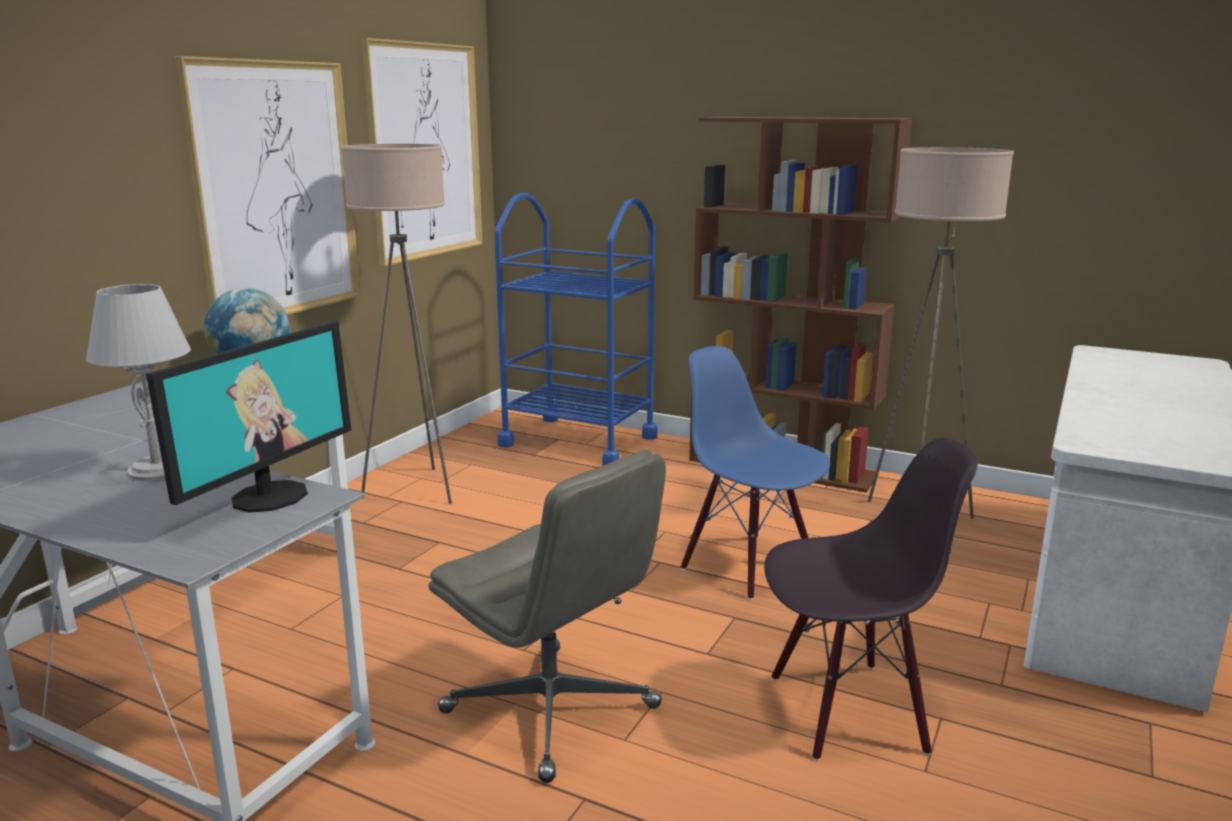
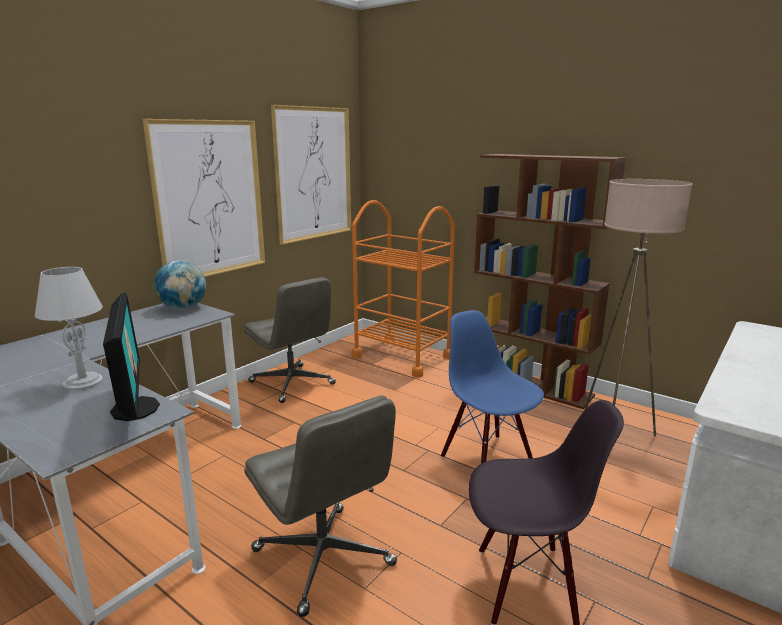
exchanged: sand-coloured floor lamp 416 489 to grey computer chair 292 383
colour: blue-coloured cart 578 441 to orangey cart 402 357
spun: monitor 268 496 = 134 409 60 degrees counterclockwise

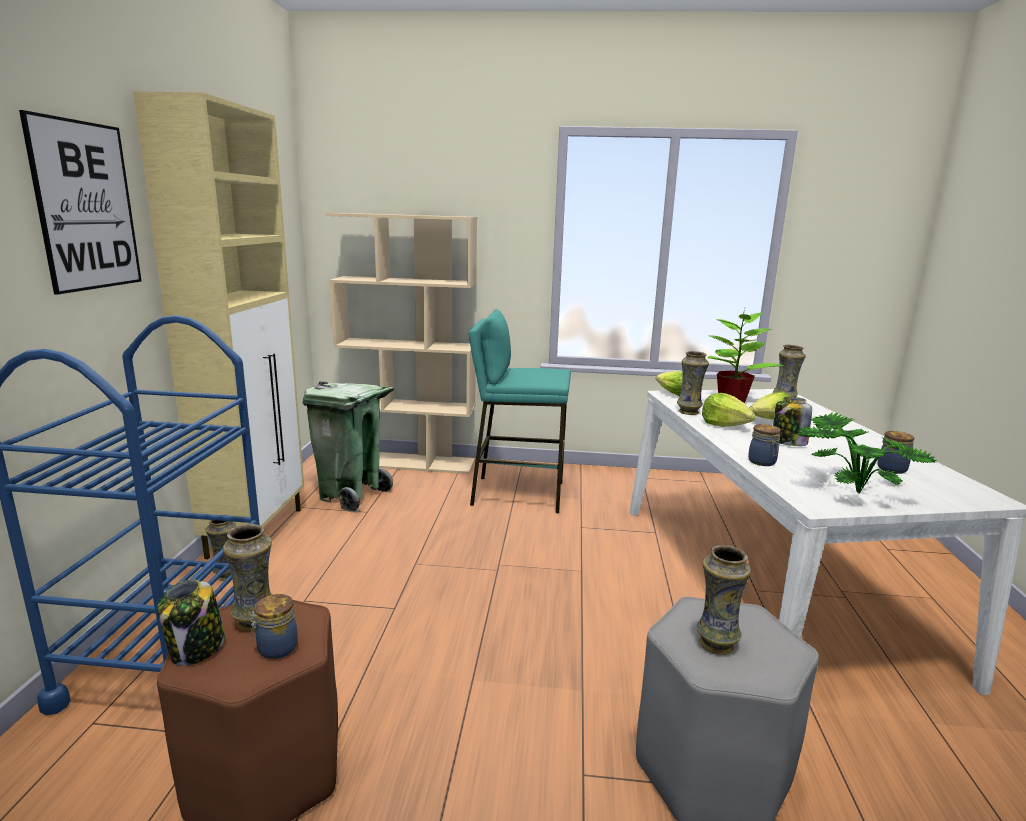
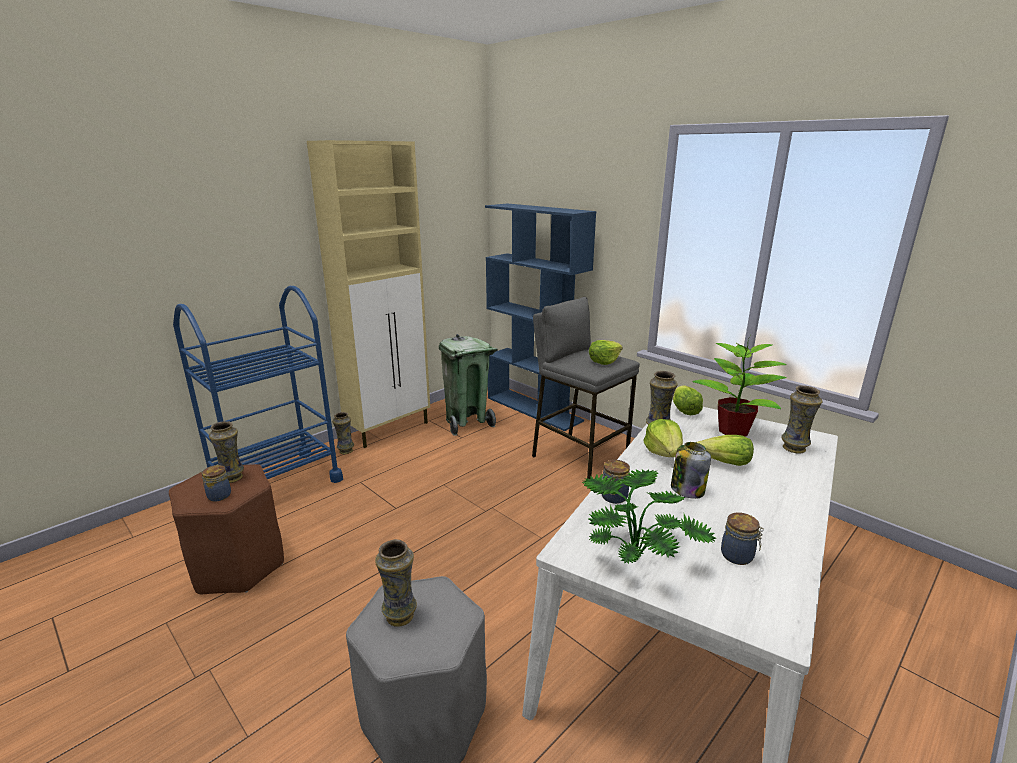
missing: wall picture 86 206; jar 197 649
appeared: lettuce head 604 361
colour: sand-coloured bookshelf 409 462 to blue-coloured bookshelf 534 409; blue-green sitting stool 517 493 to grey sitting stool 579 459

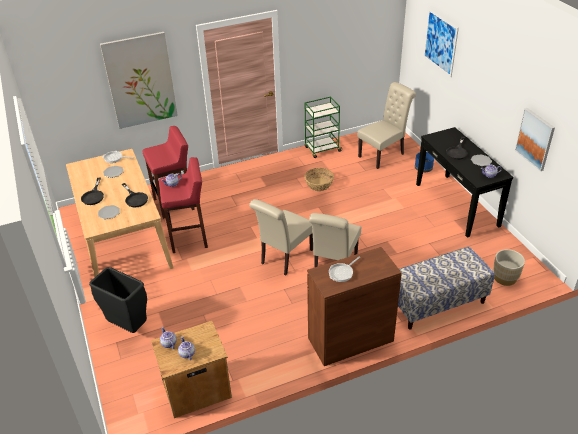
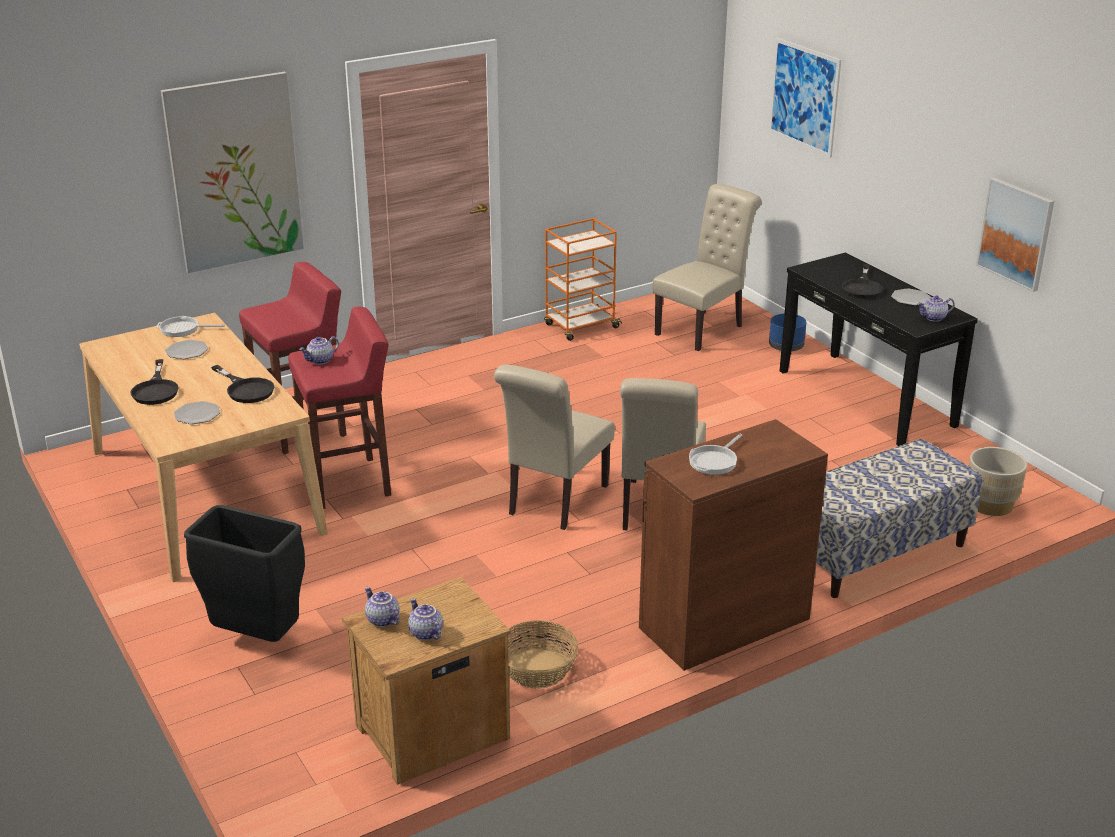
relocated: basket 318 184 to 536 669
colour: green cart 322 149 to orangey cart 580 327

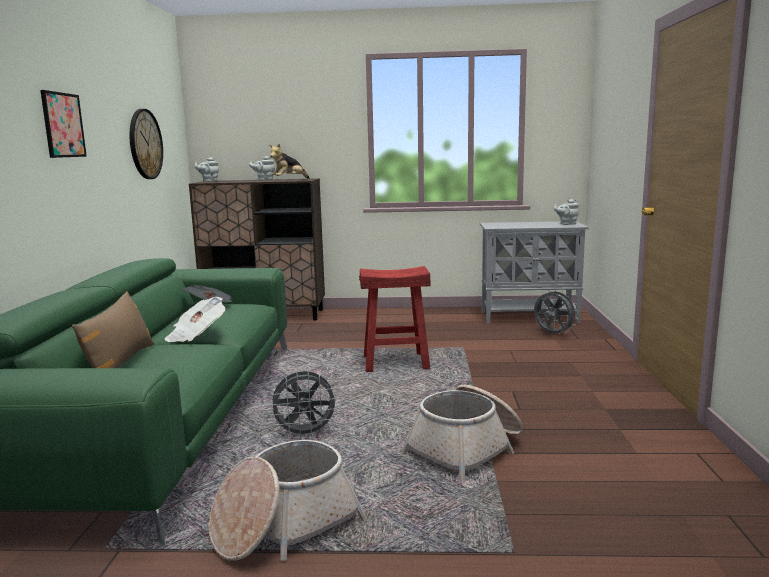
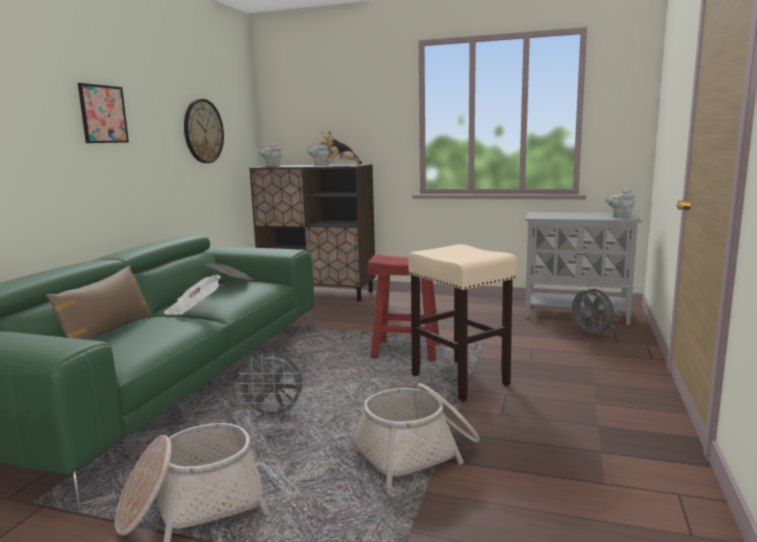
appeared: sand-coloured sitting stool 461 380

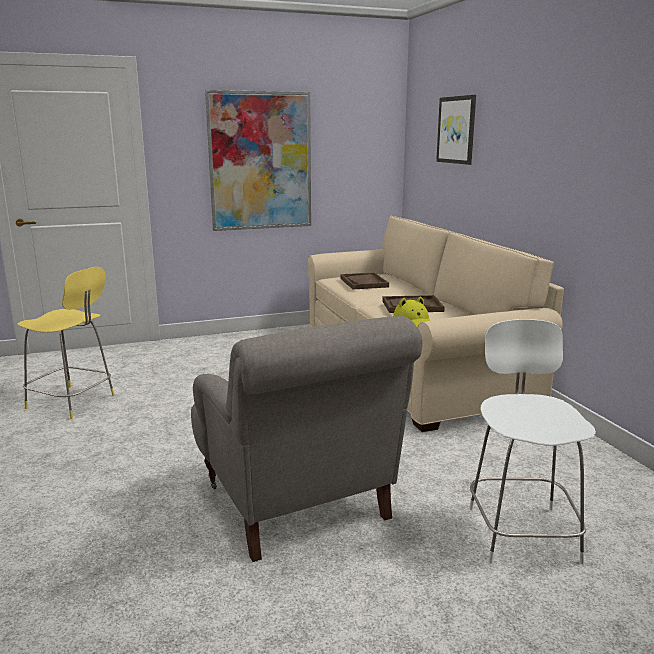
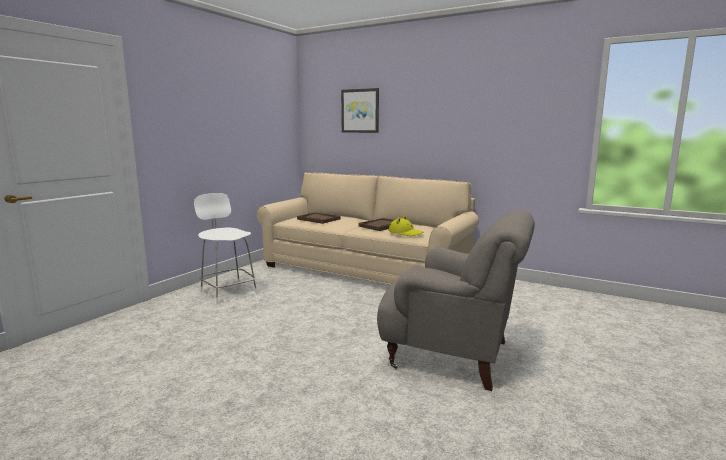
missing: yellow sitting stool 73 402; wall picture 260 161
relocated: white sitting stool 521 531 to 227 292

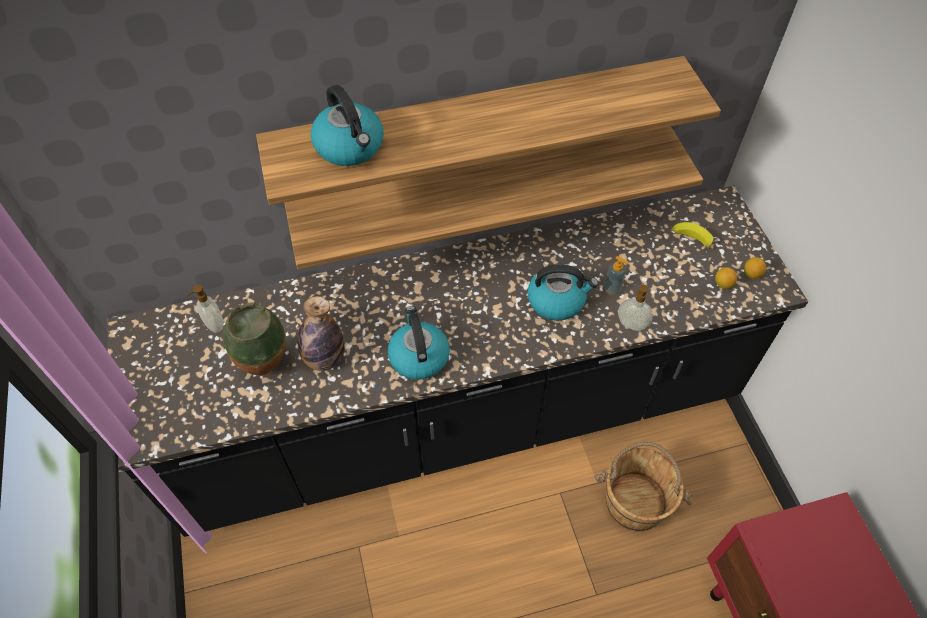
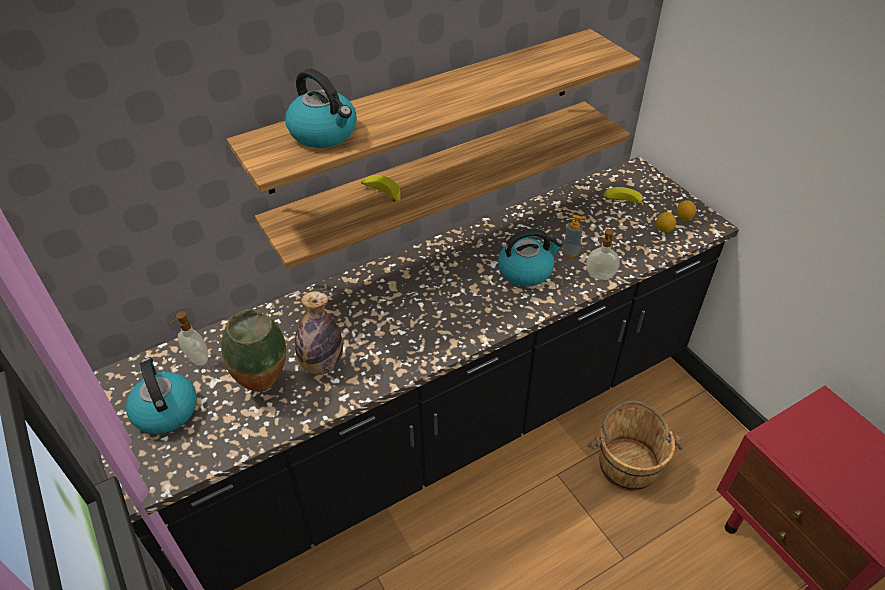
appeared: whole banana 381 193
relocated: water kettle 418 356 to 165 410

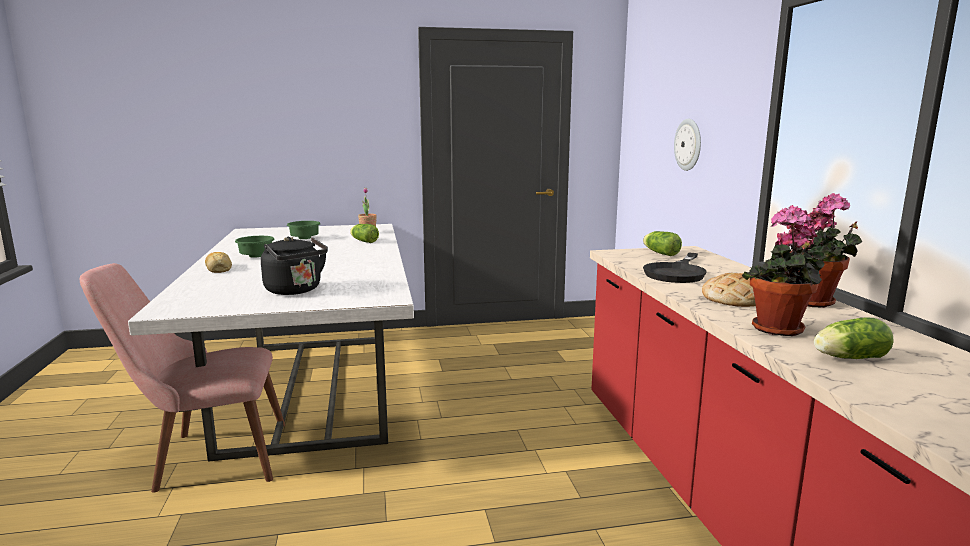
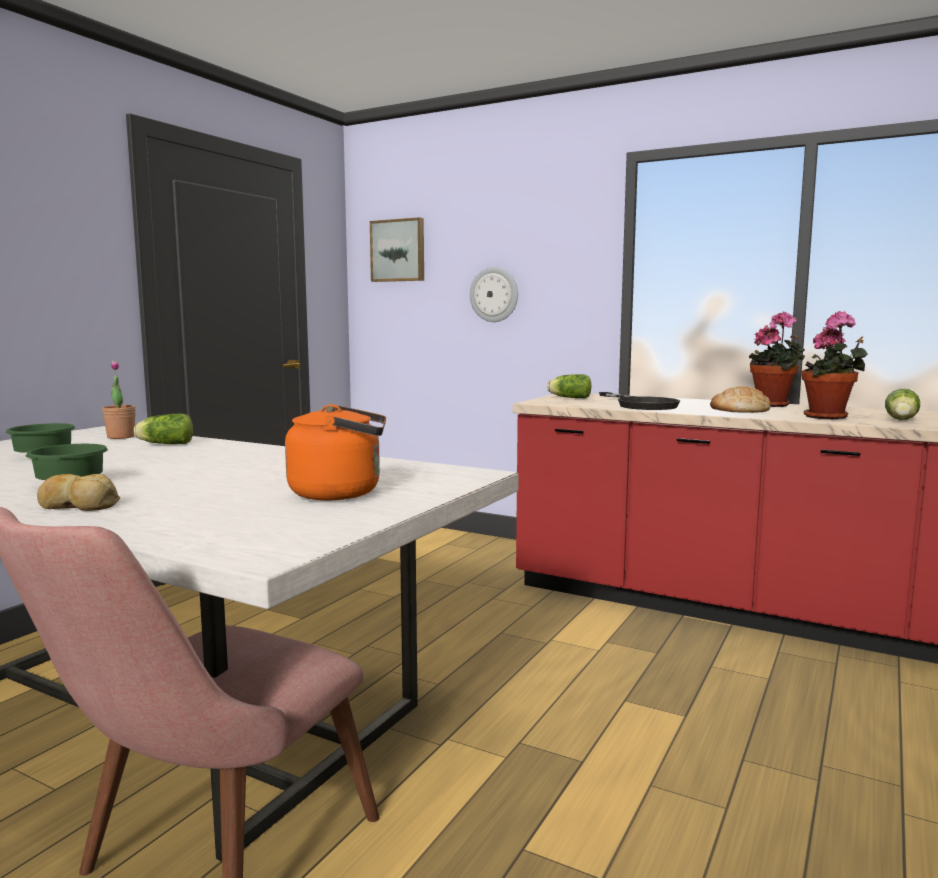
appeared: wall picture 398 250
colour: black-coloured water kettle 295 290 to orangey water kettle 341 493

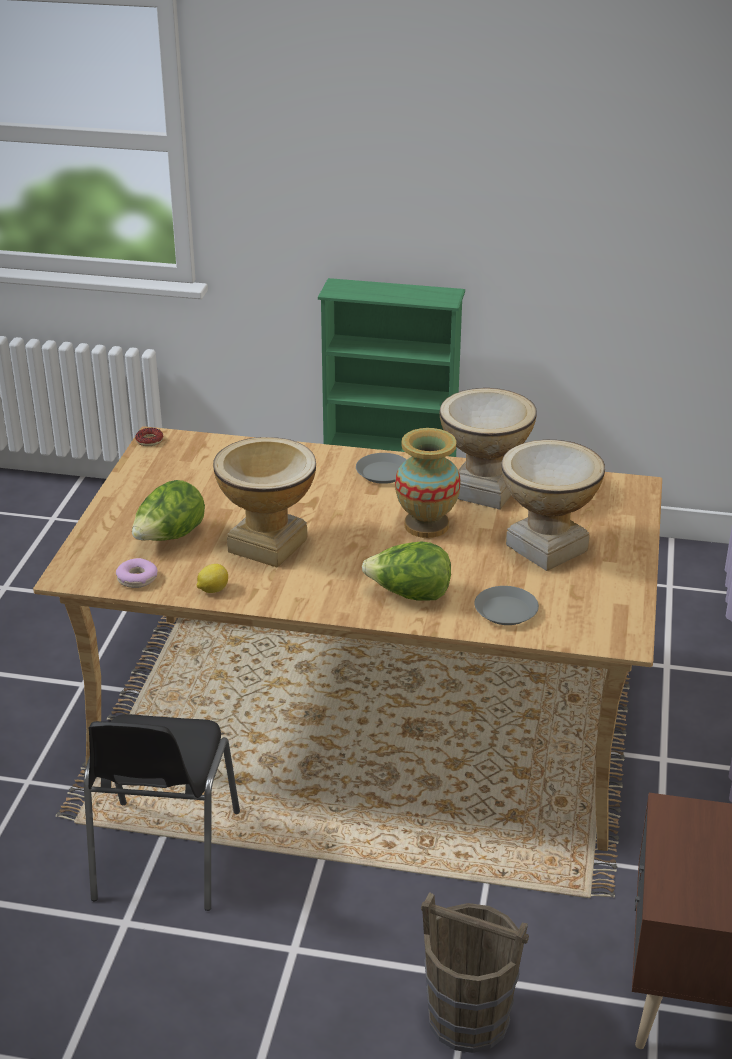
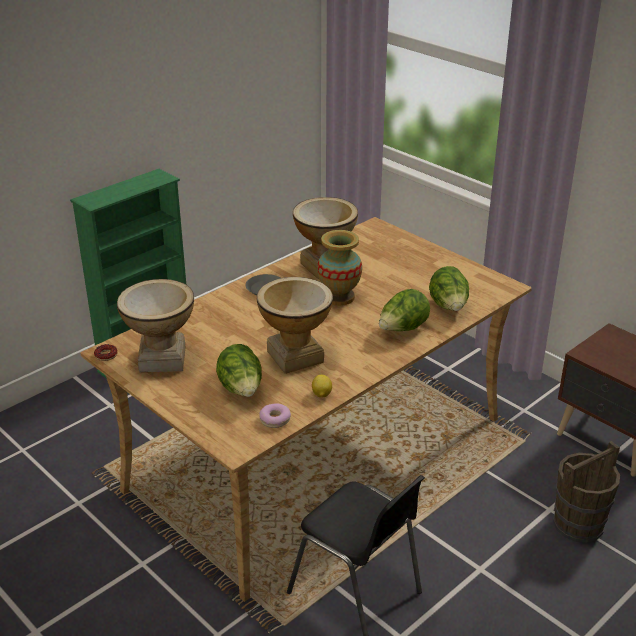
relocated: flower vase 546 547 to 162 359
exchanged: grey plate 506 611 to lettuce head 449 307

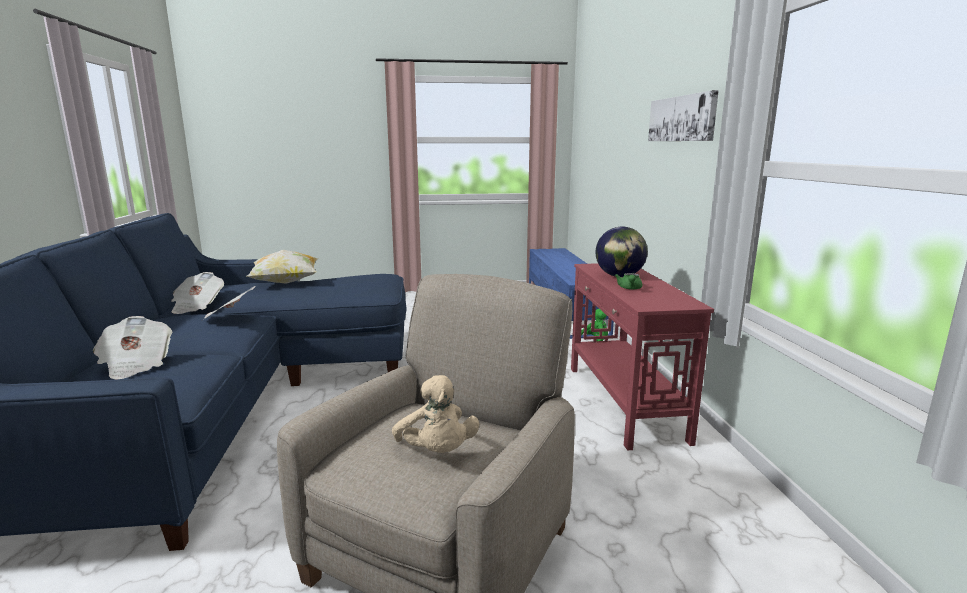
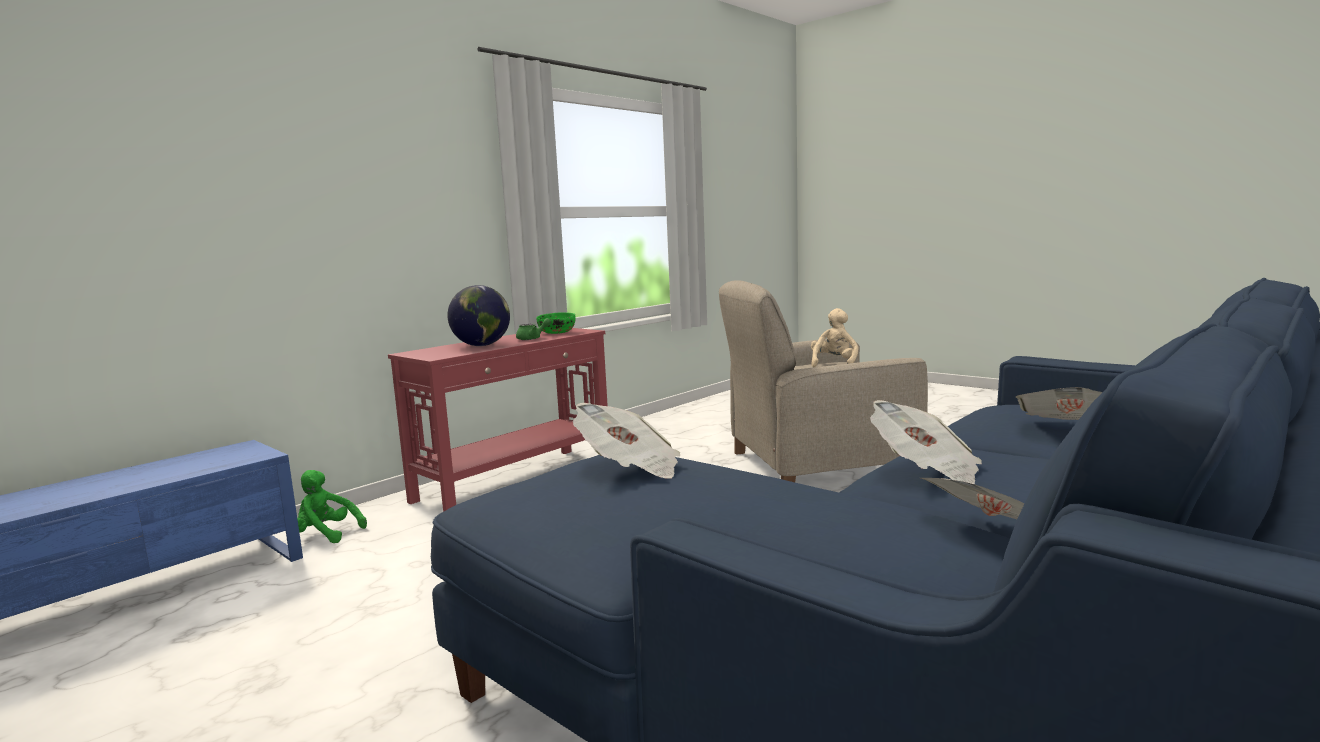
missing: throw pillow 285 283; wall picture 681 118
appeared: green bowl 556 332; daily paper 630 468

